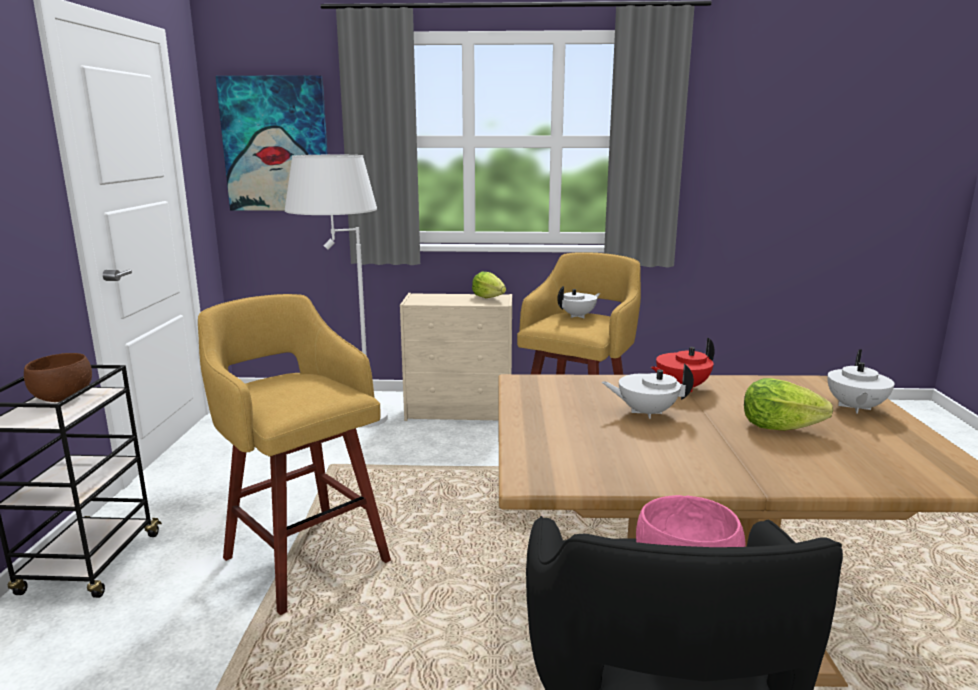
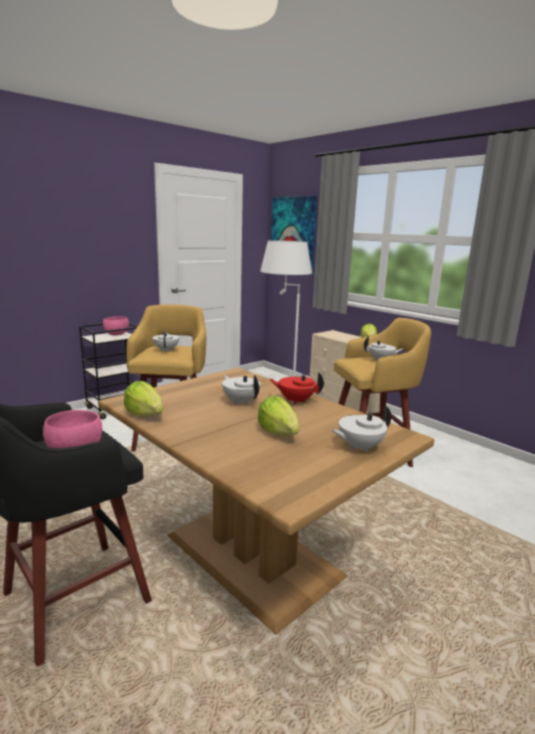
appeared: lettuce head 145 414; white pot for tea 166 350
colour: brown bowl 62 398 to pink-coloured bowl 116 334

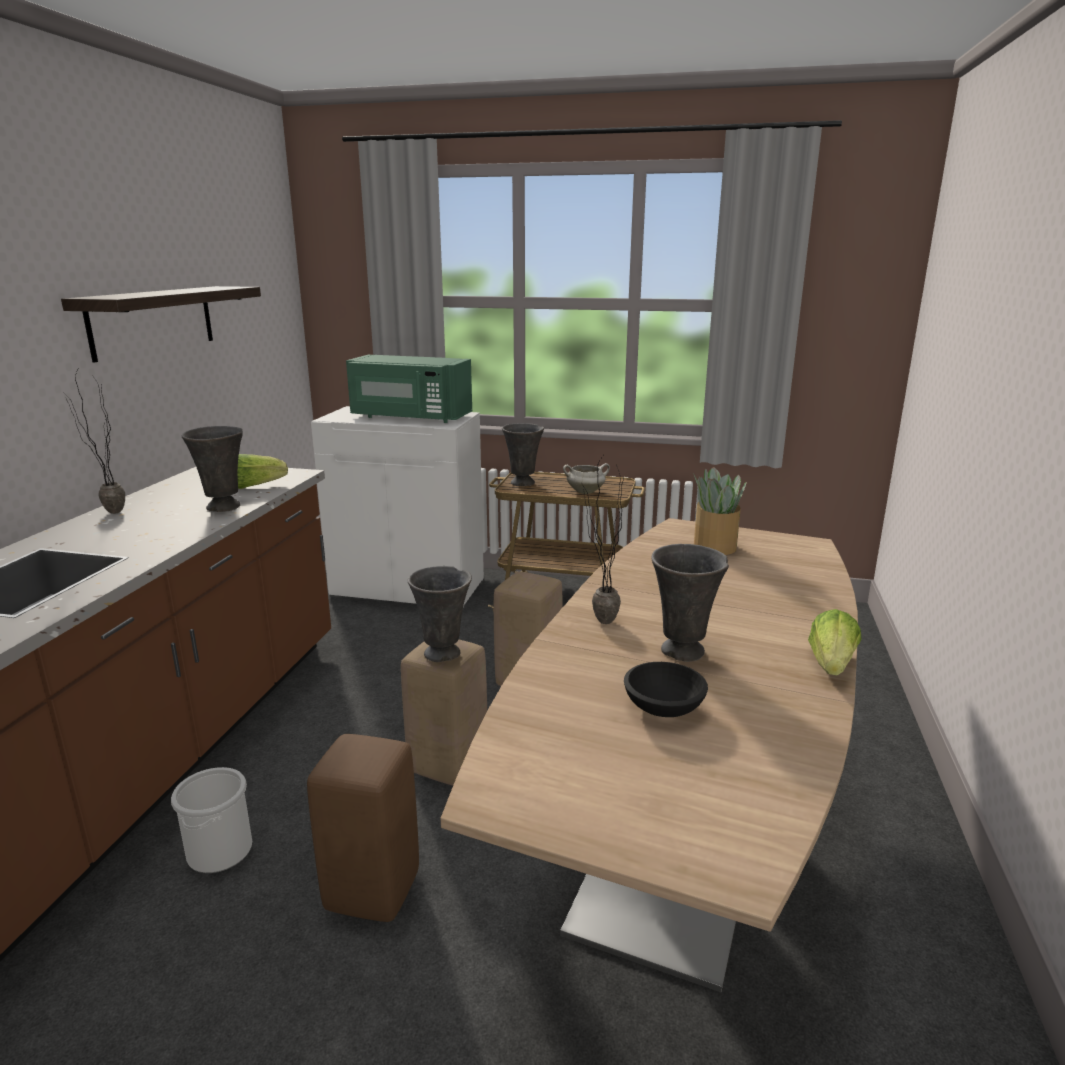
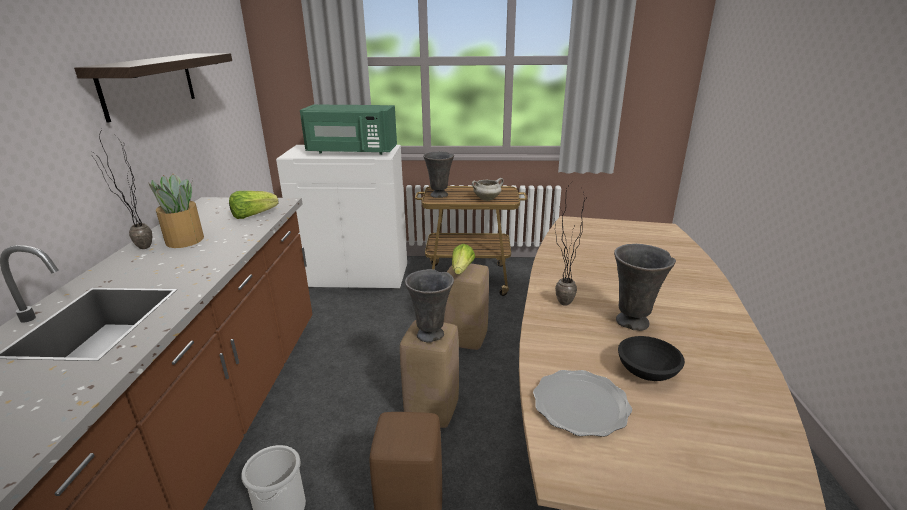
missing: grey flower vase 224 508
appeared: plate 580 405
relocated: houseplant 714 547 to 184 240; lettuce head 831 664 to 462 270

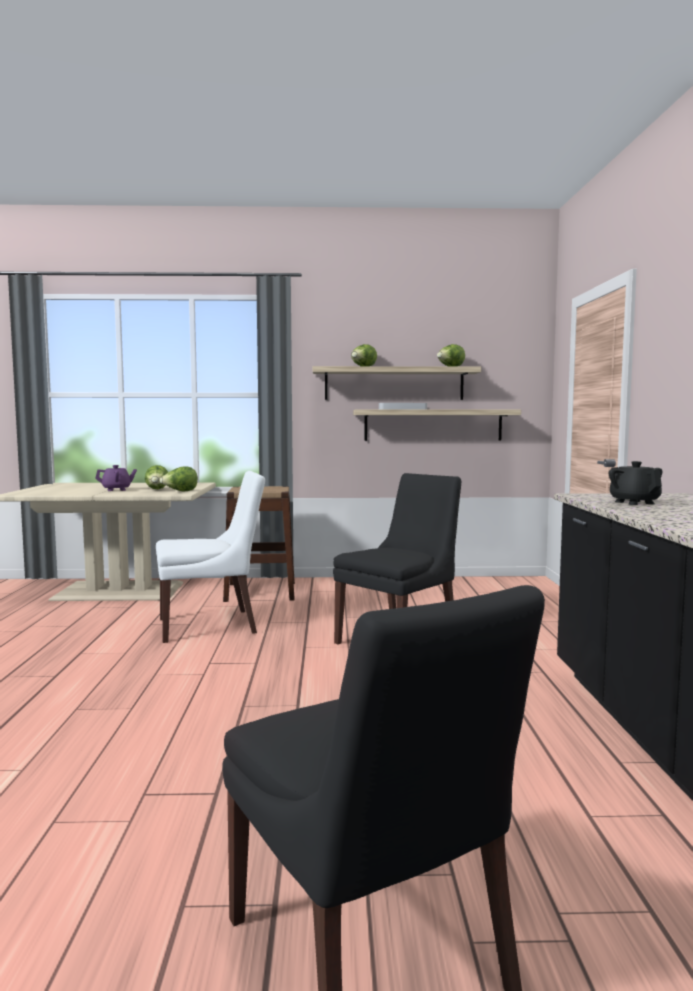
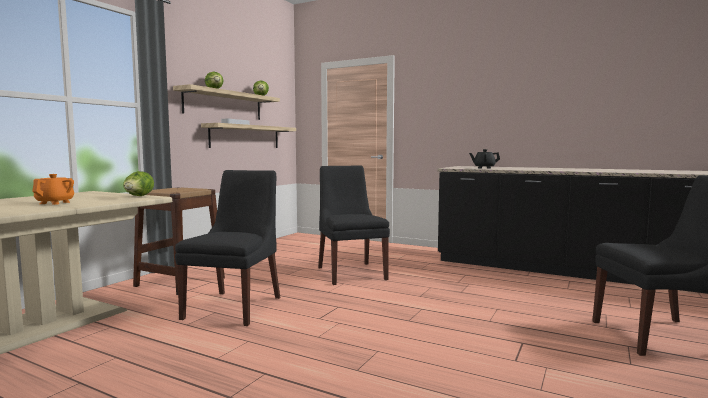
missing: lettuce head 157 489
colour: purple pot for tea 116 490 to orangey pot for tea 55 203; white chair 211 625 to black-coloured chair 235 306

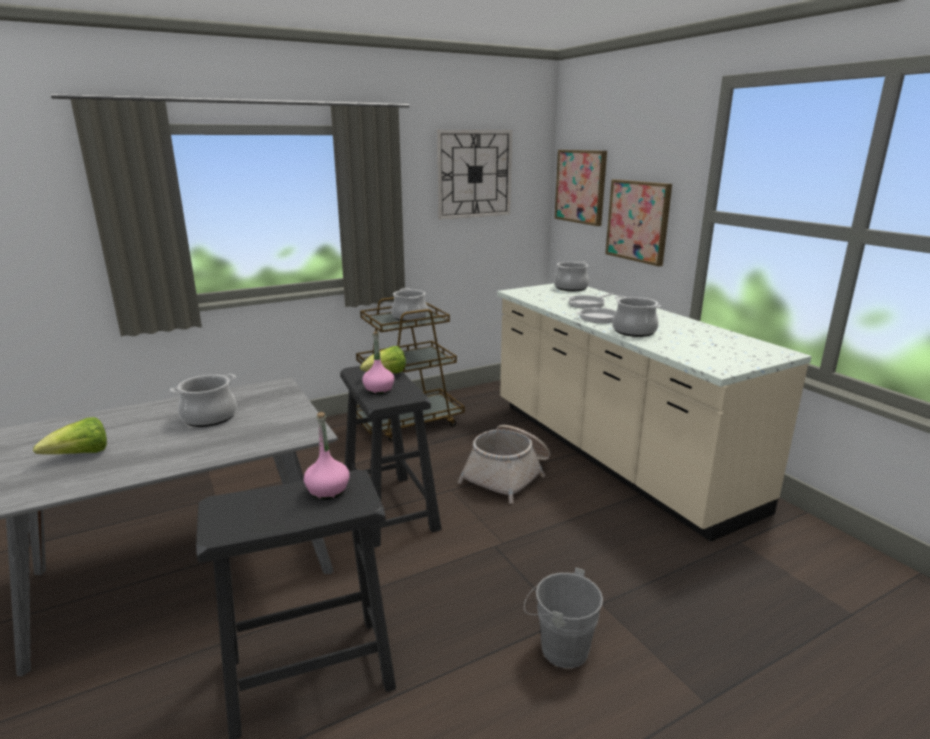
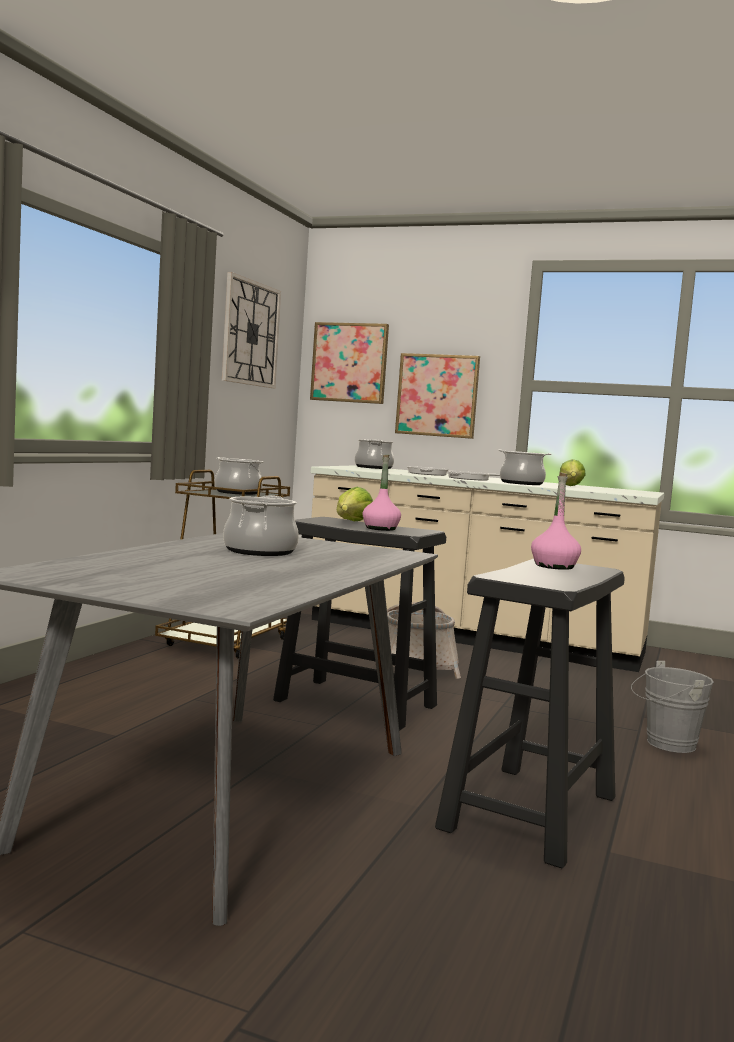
relocated: lettuce head 81 455 to 570 486

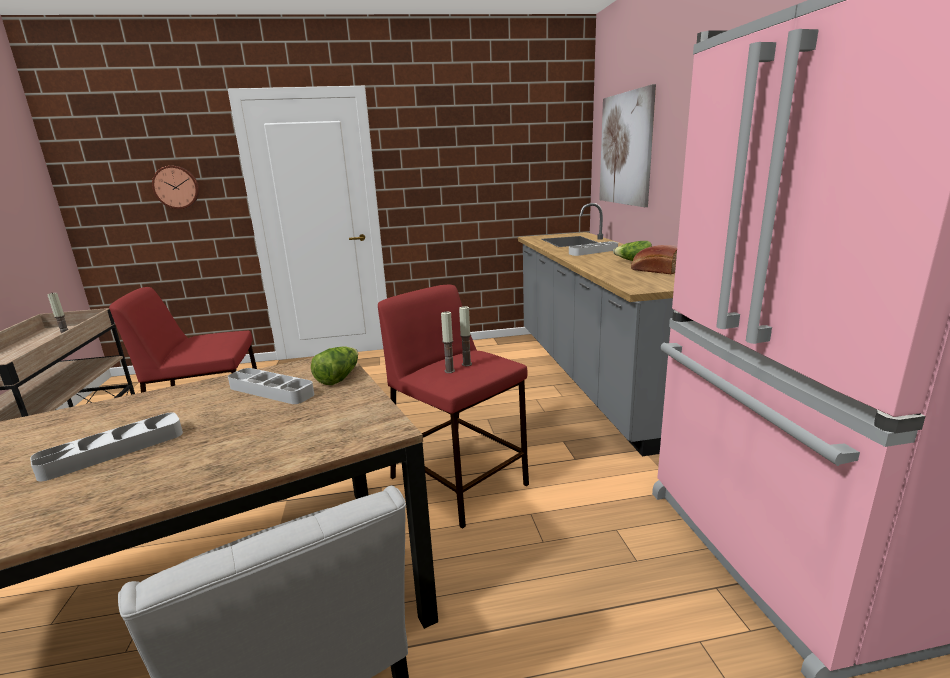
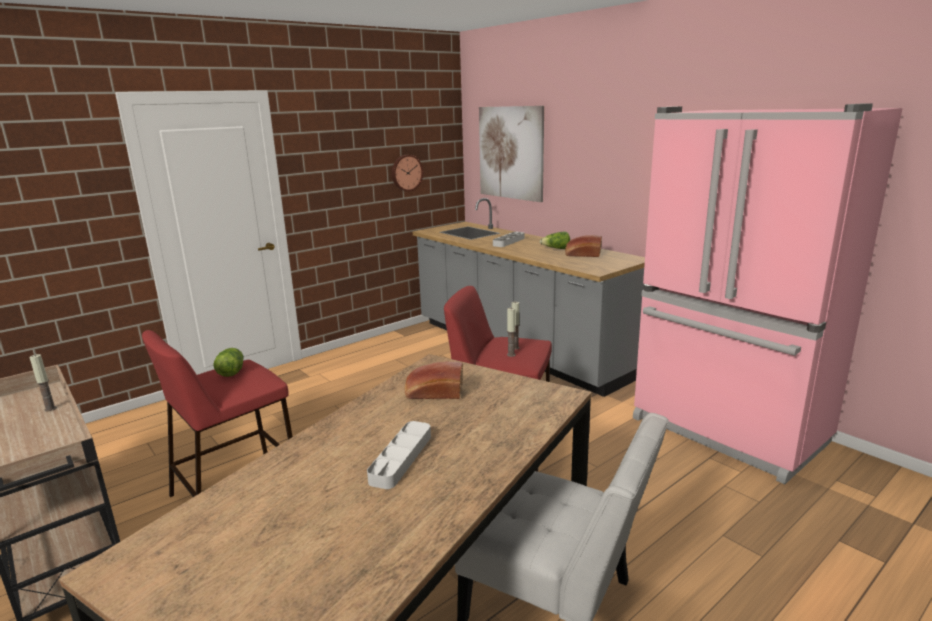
relocated: lettuce head 338 377 to 231 371; hanging clock 176 187 to 406 172
exchanged: grey carrying tray 271 391 to baked bread 433 393

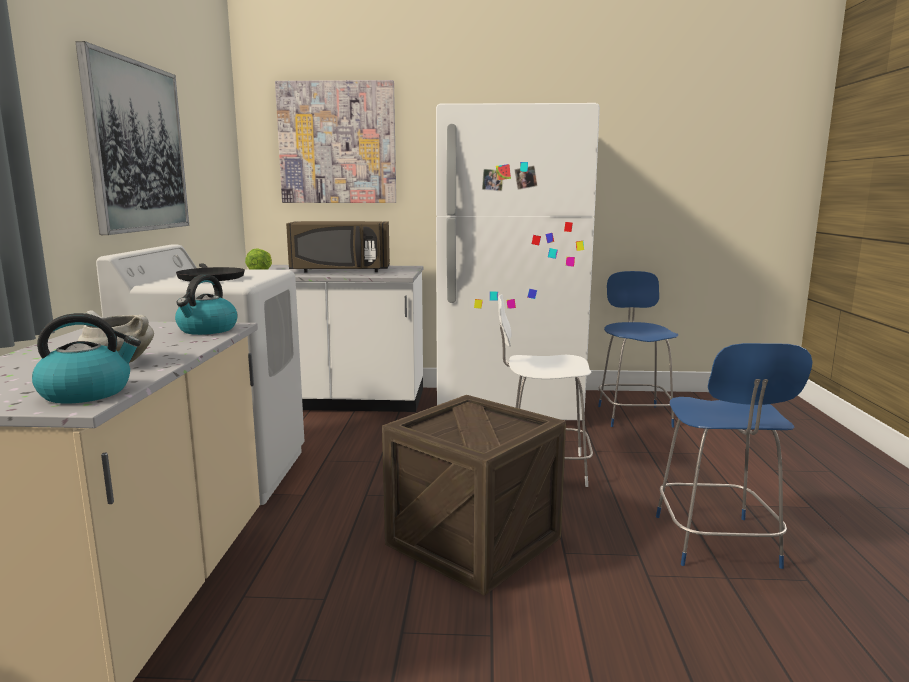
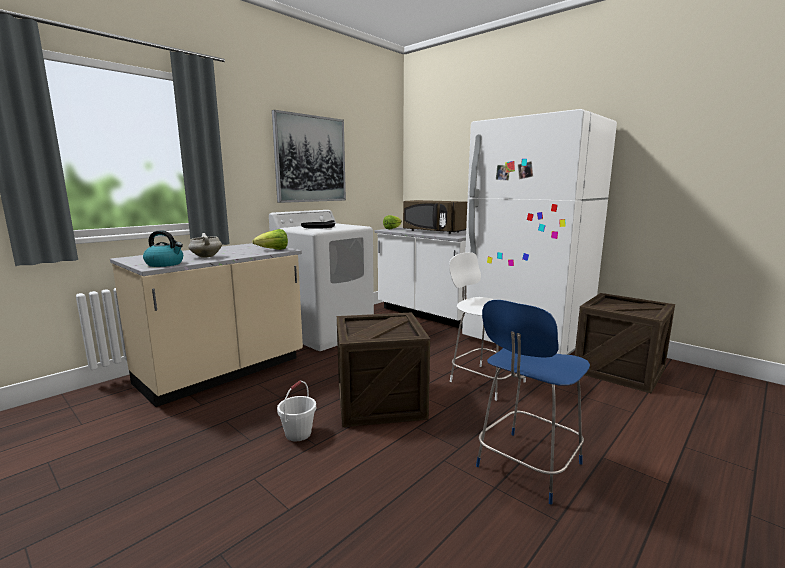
missing: wall picture 337 143
appeared: white pail 298 434
exchanged: water kettle 207 330 to lettuce head 273 250; blue-coloured chair 633 415 to shipping crate 619 370

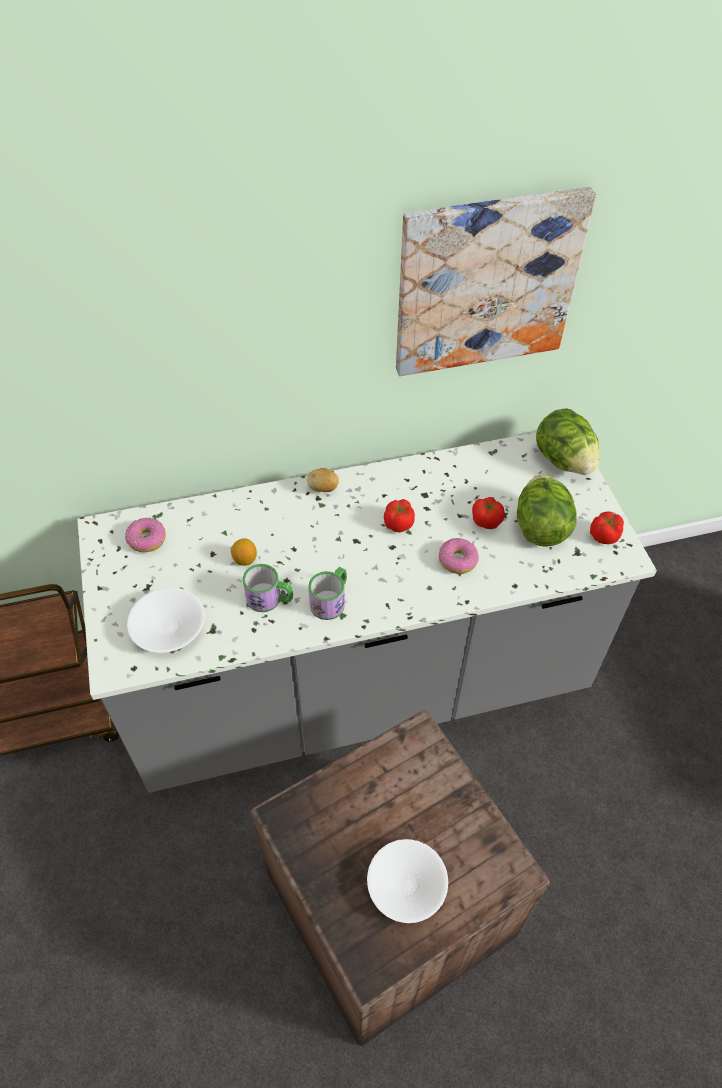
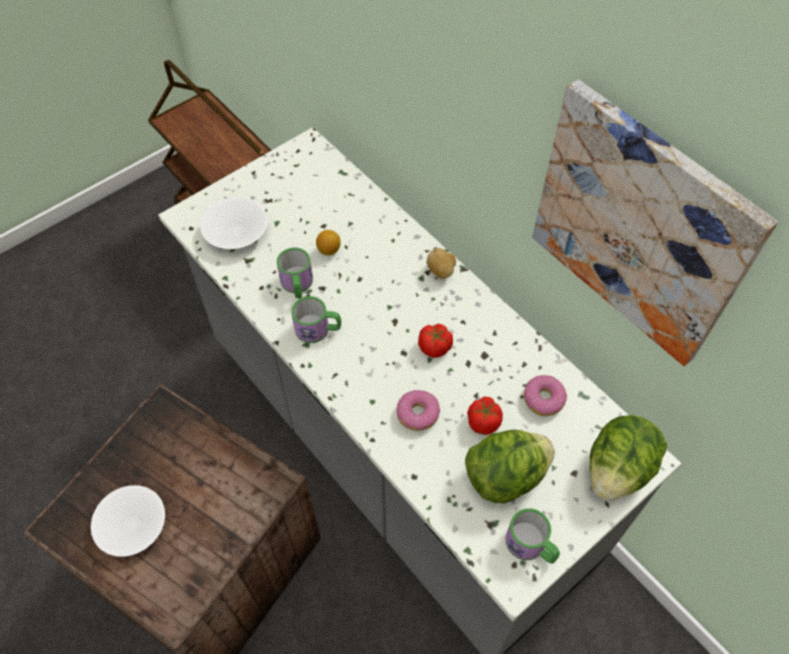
relocated: ring doughnut 146 539 to 543 399
exchanged: whole tomato 604 535 to tea mug 531 546

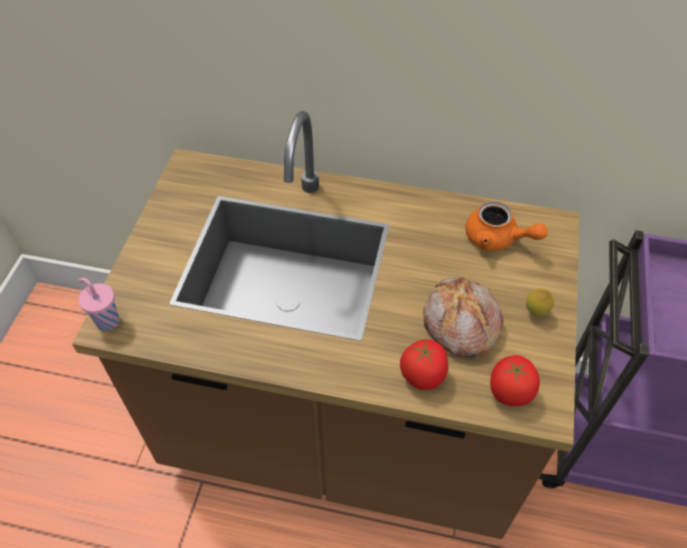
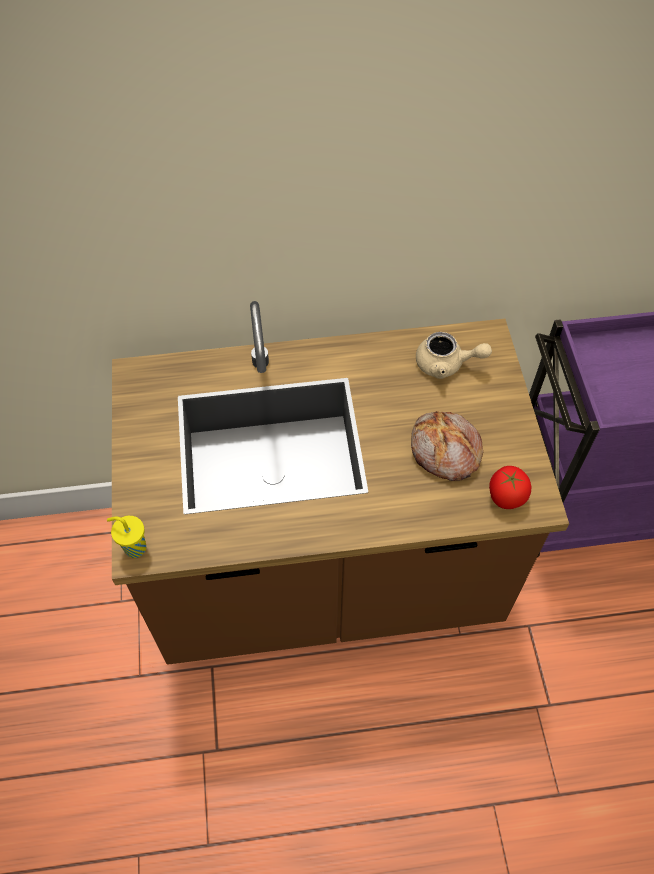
missing: whole tomato 422 375; lemon 535 313
colour: pink-coloured small cup 107 321 to yellow small cup 134 547; orangey pot for tea 497 239 to sand-coloured pot for tea 446 364

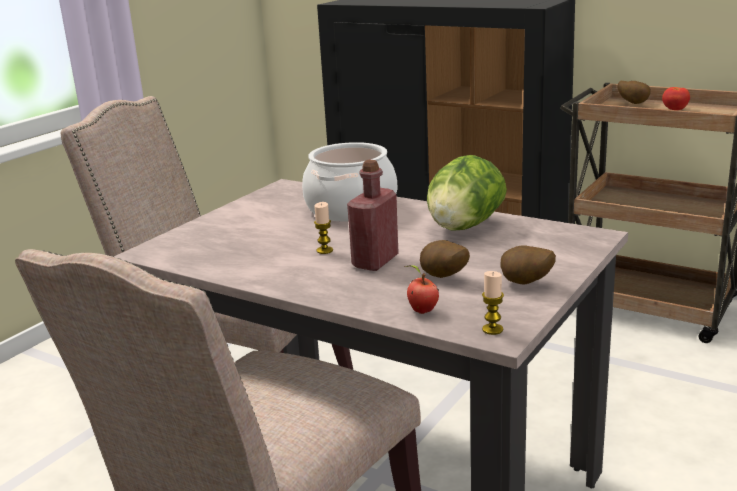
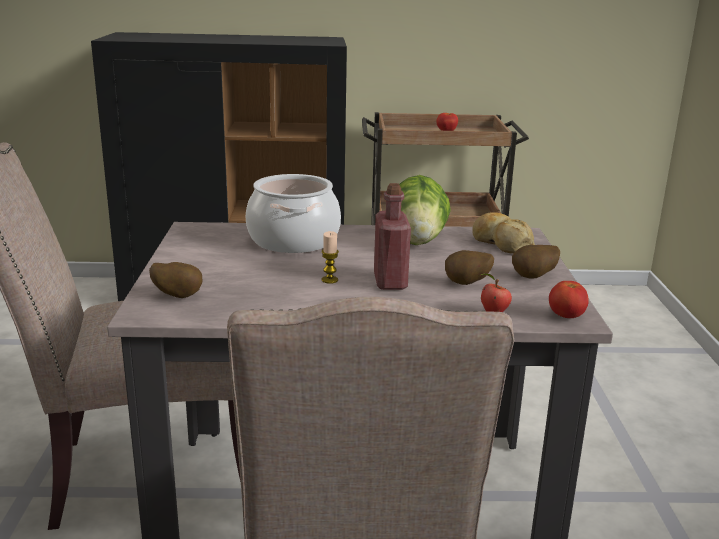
appeared: baked bread 501 243
relocated: spud 633 103 to 178 296
exchanged: wax candle 492 329 to whole tomato 566 316

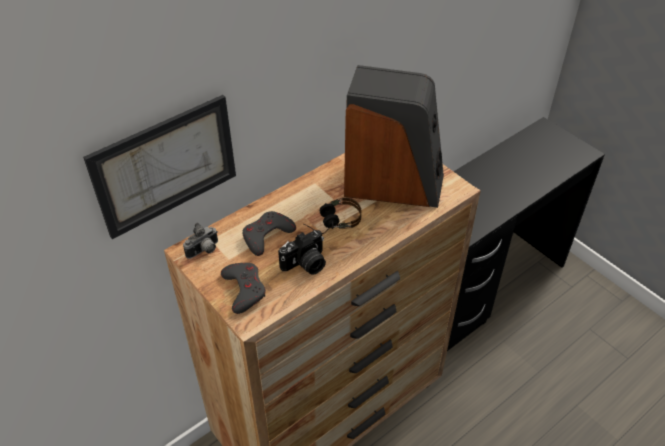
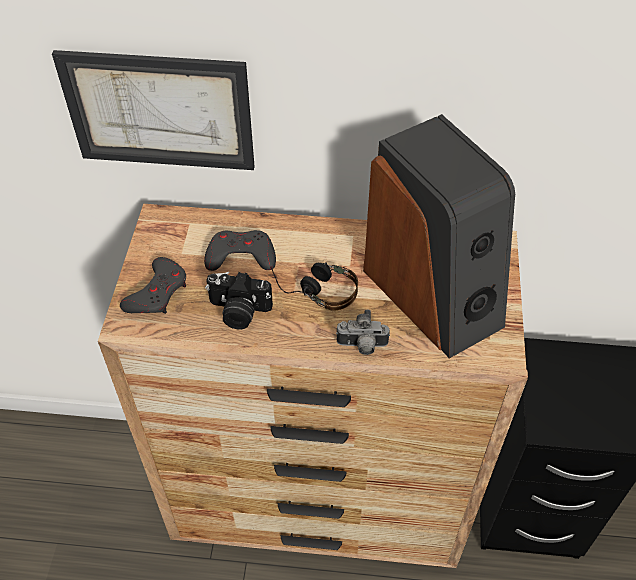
relocated: photo camera 204 251 to 362 346

